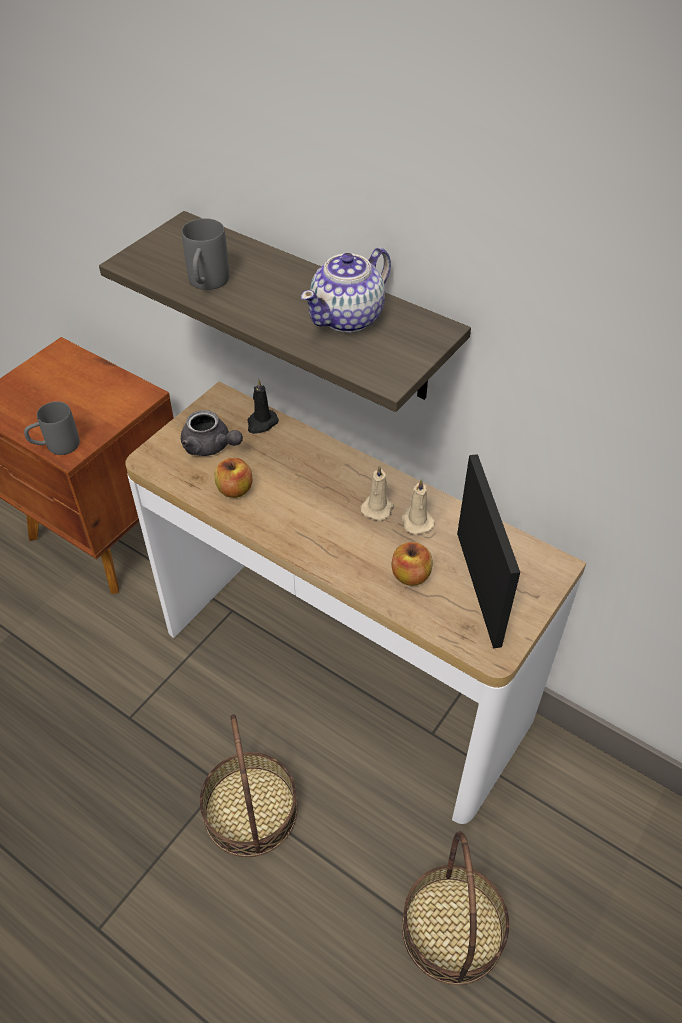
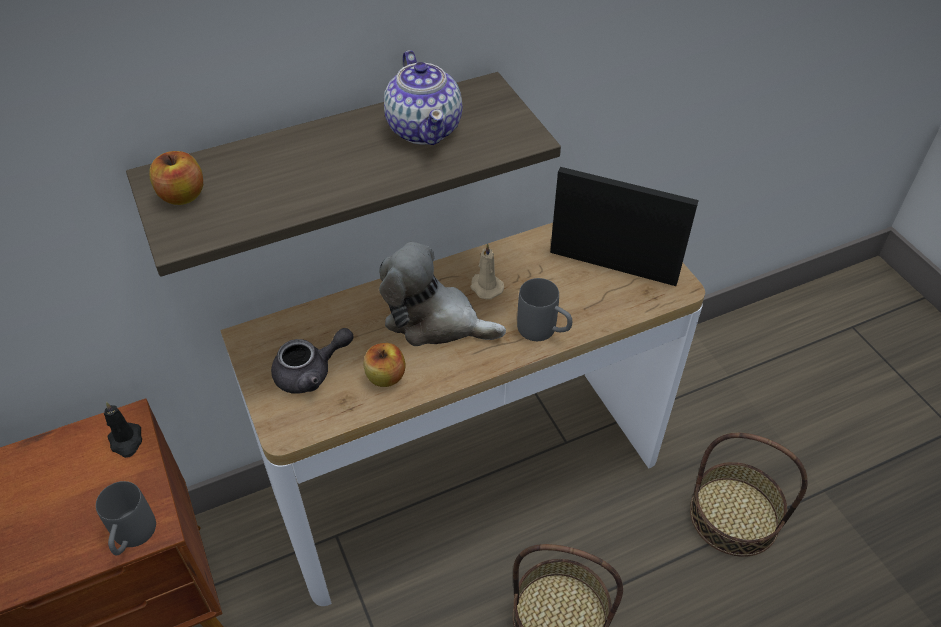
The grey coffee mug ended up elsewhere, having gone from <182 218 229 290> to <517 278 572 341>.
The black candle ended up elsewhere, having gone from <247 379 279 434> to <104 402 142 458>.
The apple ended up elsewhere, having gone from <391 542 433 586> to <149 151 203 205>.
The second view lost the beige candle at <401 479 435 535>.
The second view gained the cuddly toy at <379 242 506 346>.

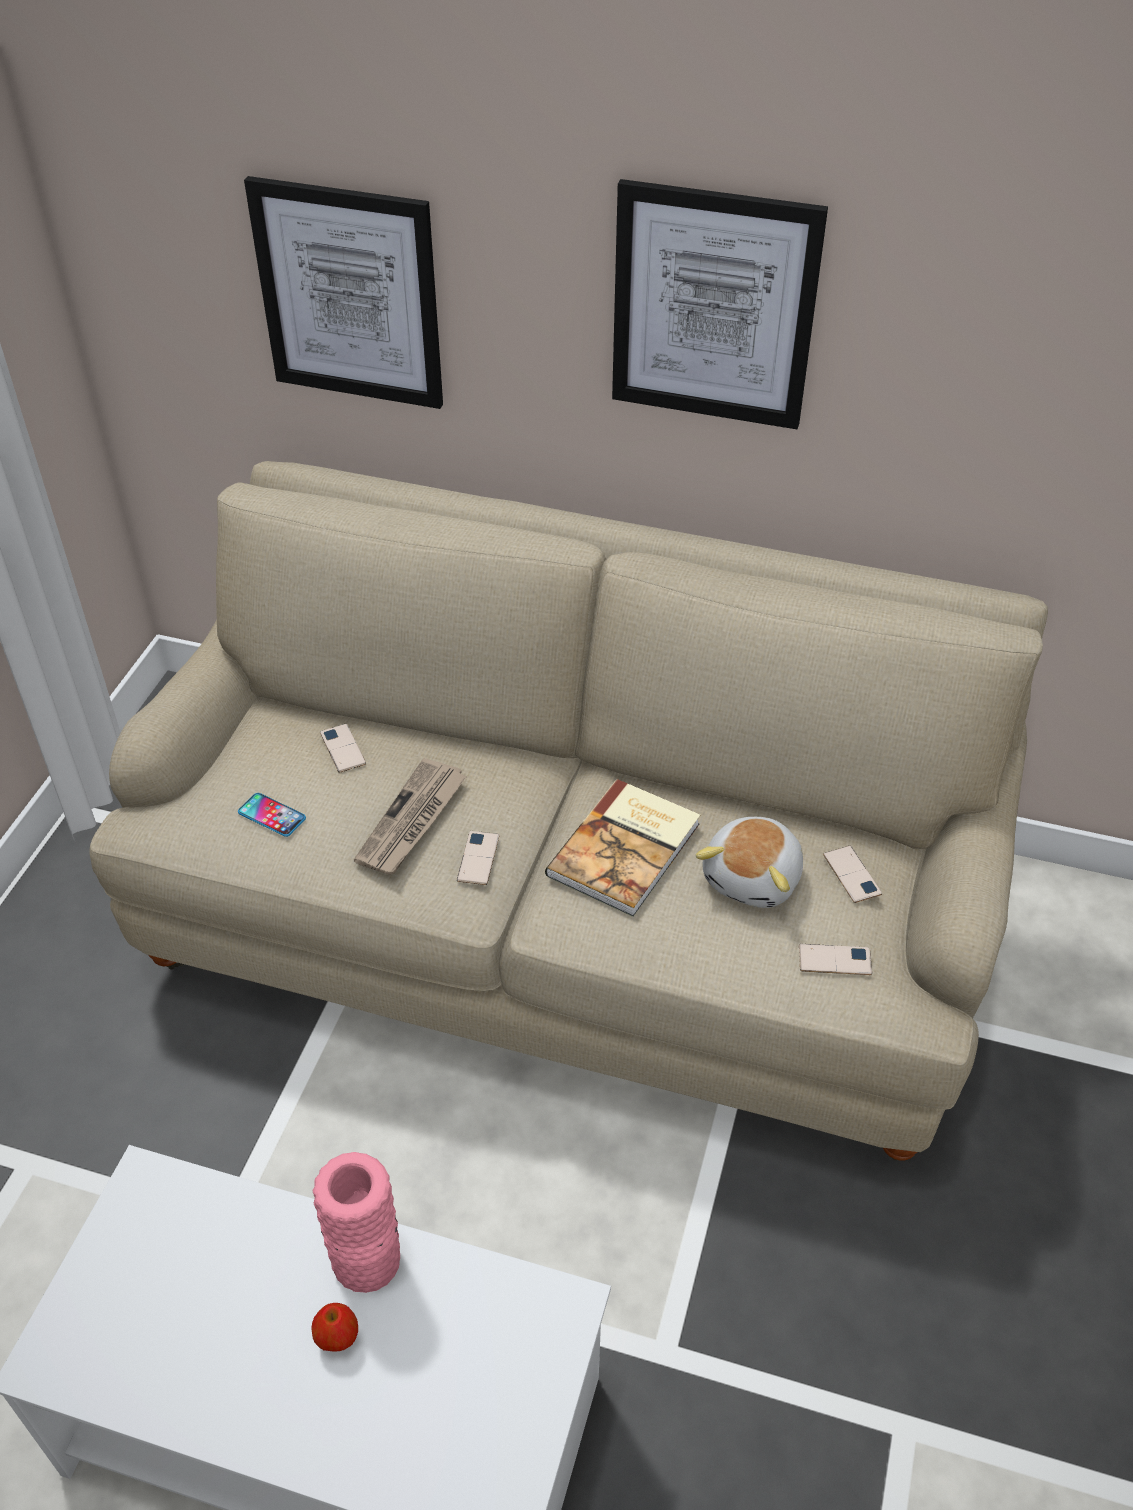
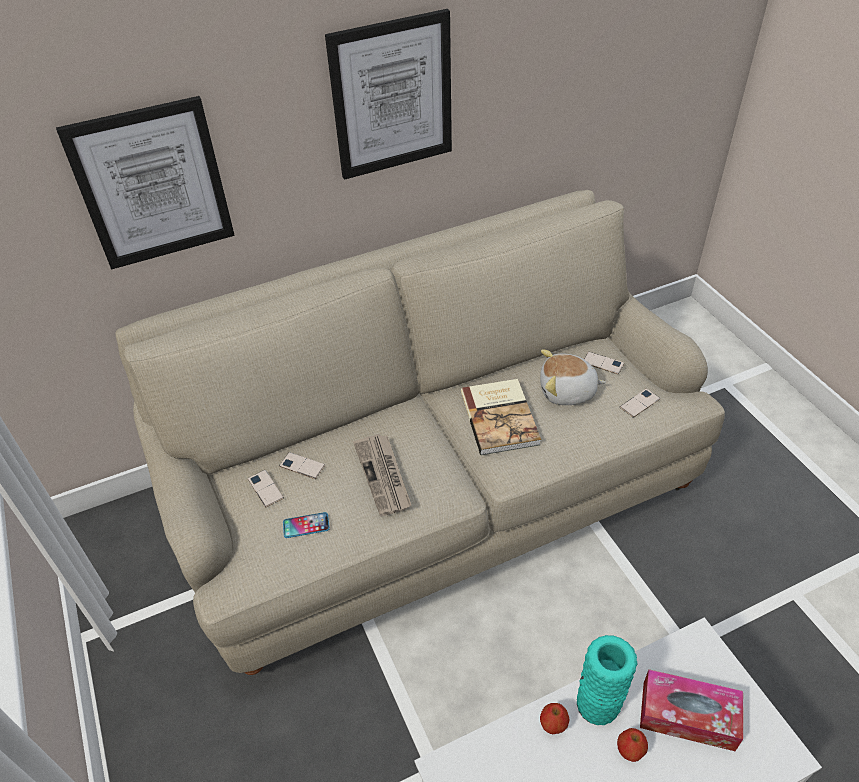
What was the pink-coloured flower vase at <313 1152 400 1293> turned into the blue-green flower vase at <577 635 638 725>.
The telephone ended up elsewhere, having gone from <457 831 499 885> to <248 470 284 507>.
The cuddly toy at <696 817 803 908> ended up facing another way, 105 degrees clockwise from before.
The second view gained the apple at <540 703 569 734>.
The second view gained the tissue box at <640 669 743 751>.

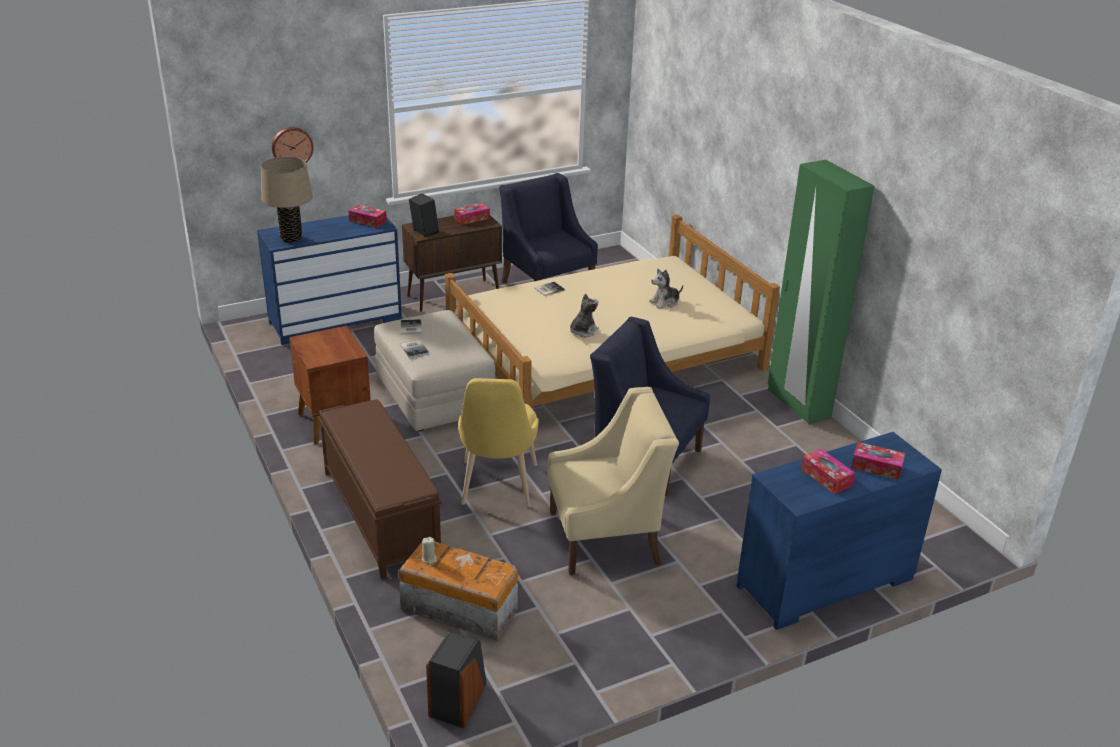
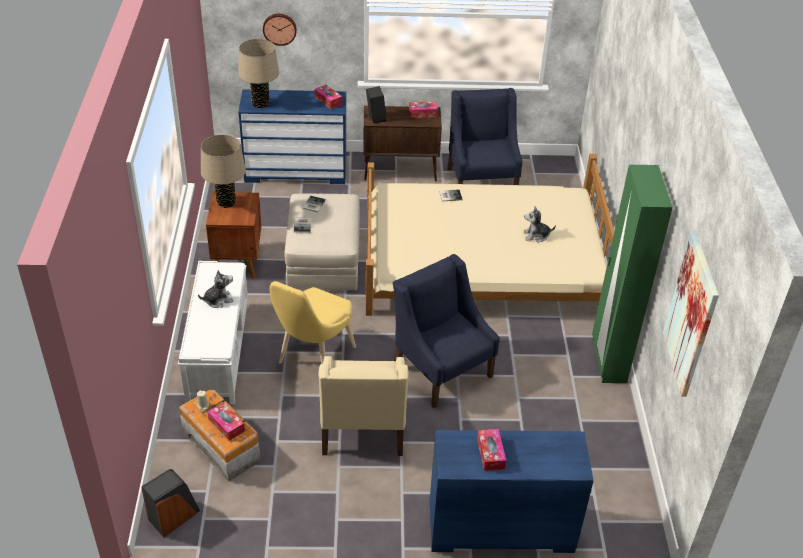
What was the brown long seat at <318 399 442 579> turned into the whitish long seat at <178 261 249 404>.
The beige lounge chair at <548 387 679 575> ended up facing another way, 75 degrees clockwise from before.
The cuddly toy ended up elsewhere, having gone from <570 293 599 337> to <198 270 234 308>.
The tissue box ended up elsewhere, having gone from <851 442 905 480> to <207 403 245 441>.
The second view gained the beige table lamp at <201 135 246 208>.
The second view gained the wall art at <663 232 719 397>.

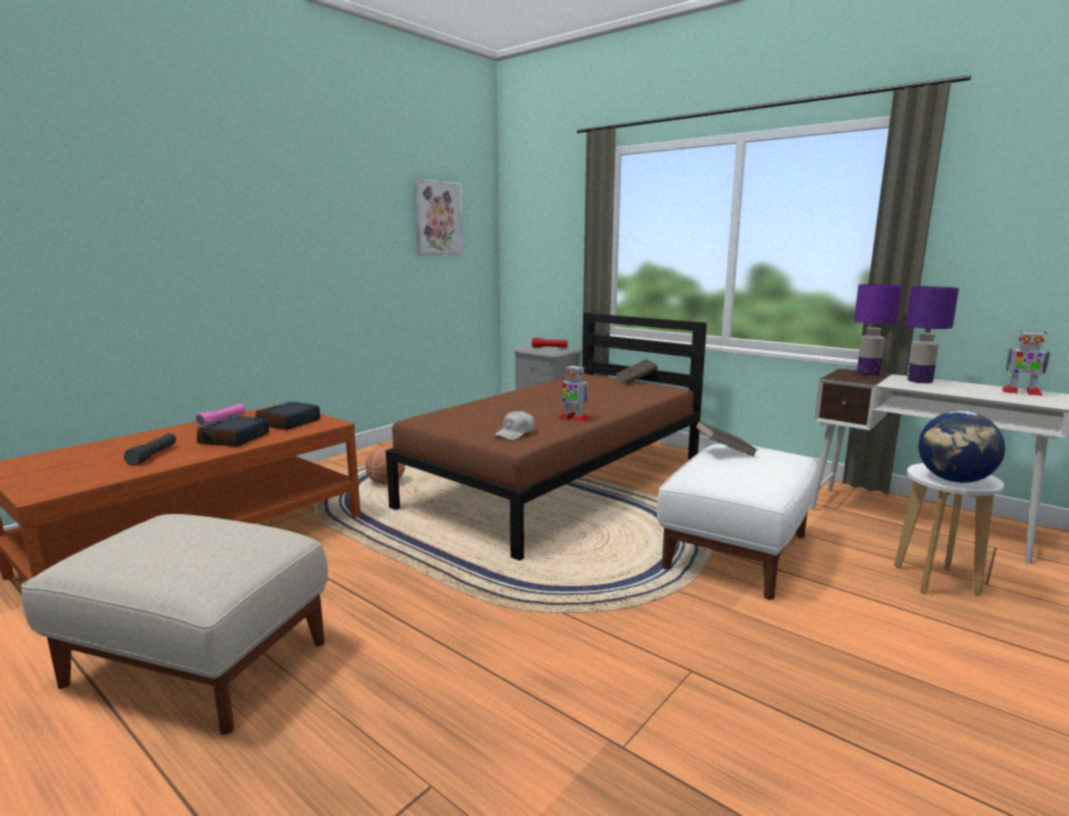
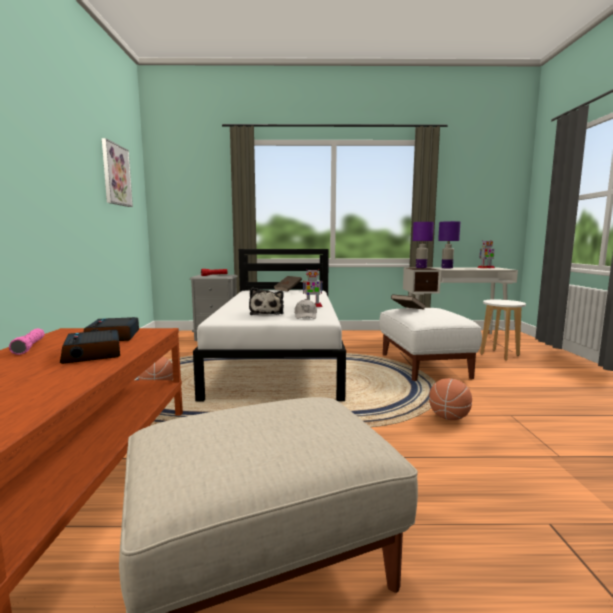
The second view lost the black torch at <124 433 176 465>.
What was the brown sleeping bed at <386 313 707 561> turned into the whitish sleeping bed at <193 249 346 402>.
The second view lost the world globe at <918 411 1005 483>.
The second view gained the cuddly toy at <249 287 284 315>.
The second view gained the ball for basketball at <429 378 472 420>.

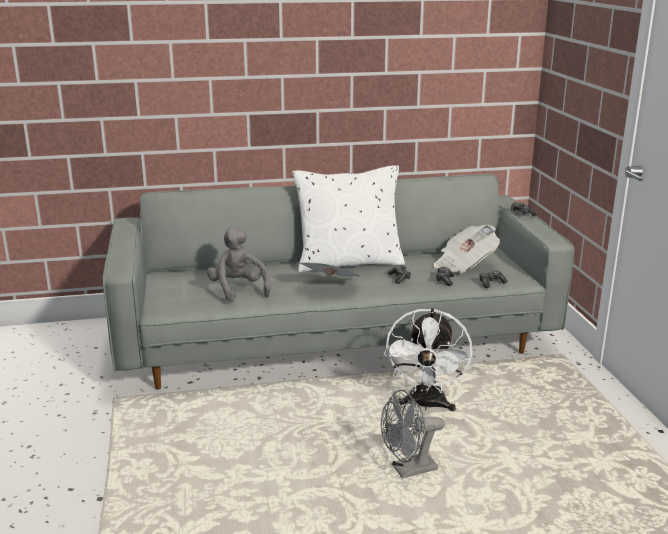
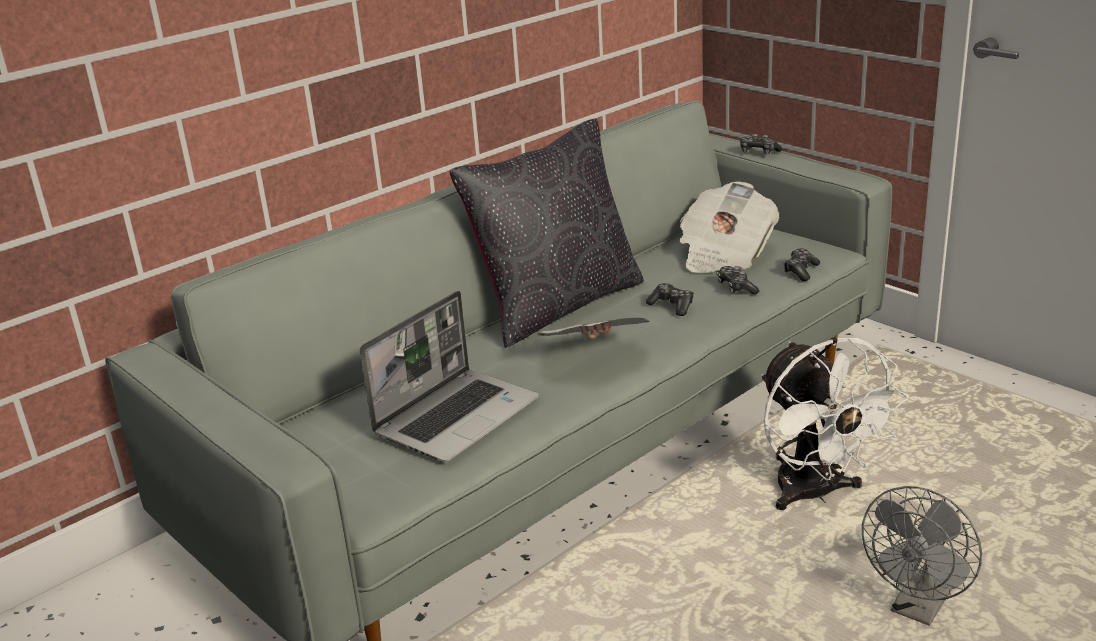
Where the grey cuddly toy stood at <207 227 270 302>, the notebook computer came to stand at <360 291 539 462>.
What was the whitish pillow at <292 165 405 272> turned into the black pillow at <450 119 644 348>.

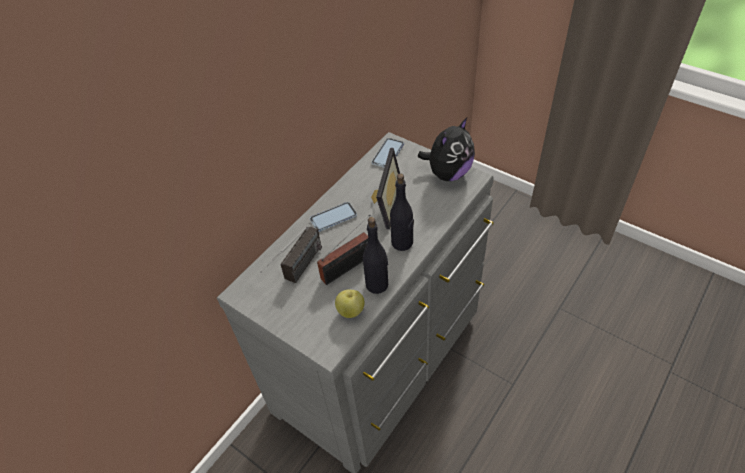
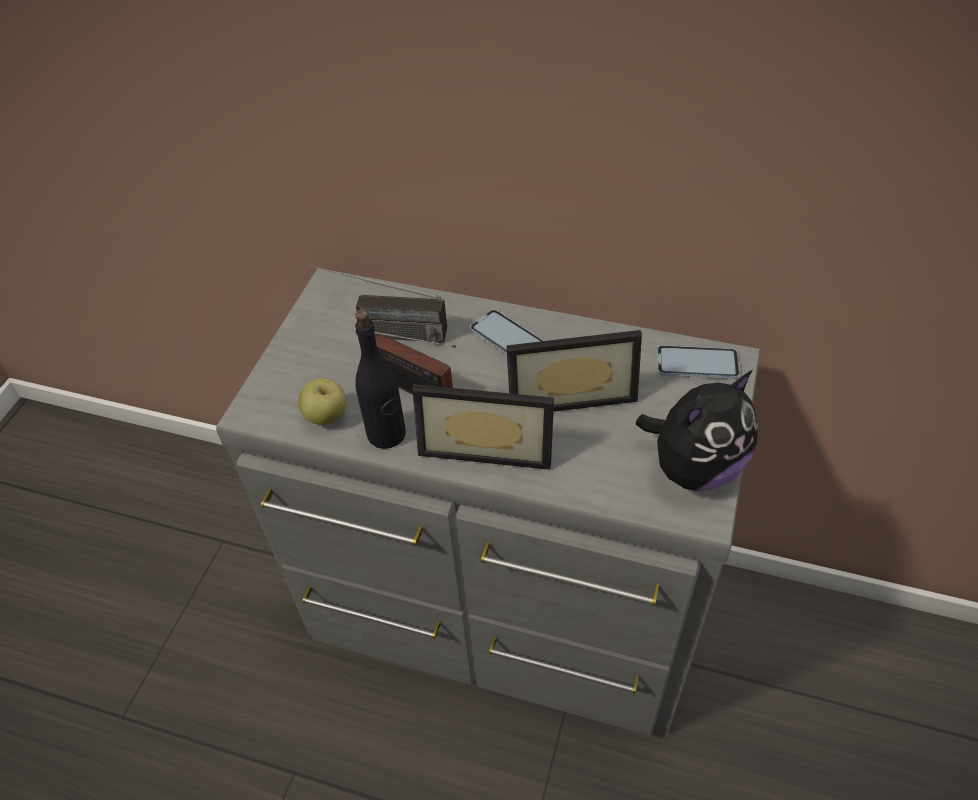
Where the black drink bottle stood at <390 173 414 251>, the photo frame came to stand at <412 384 554 470>.
The cuddly toy at <418 118 475 181> ended up facing another way, 60 degrees counterclockwise from before.

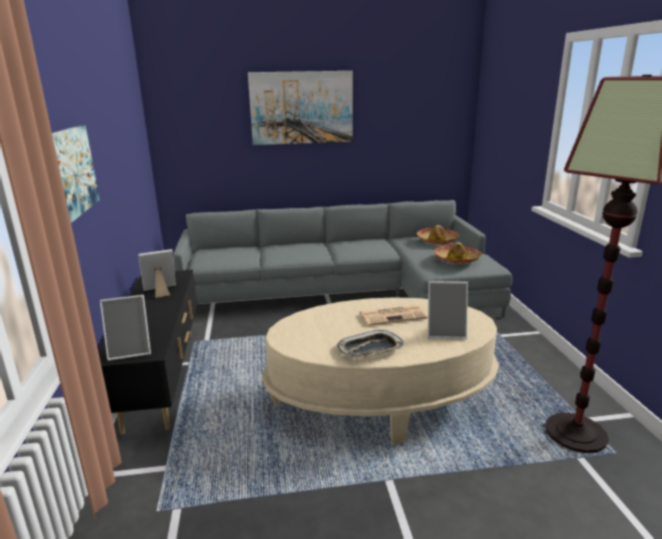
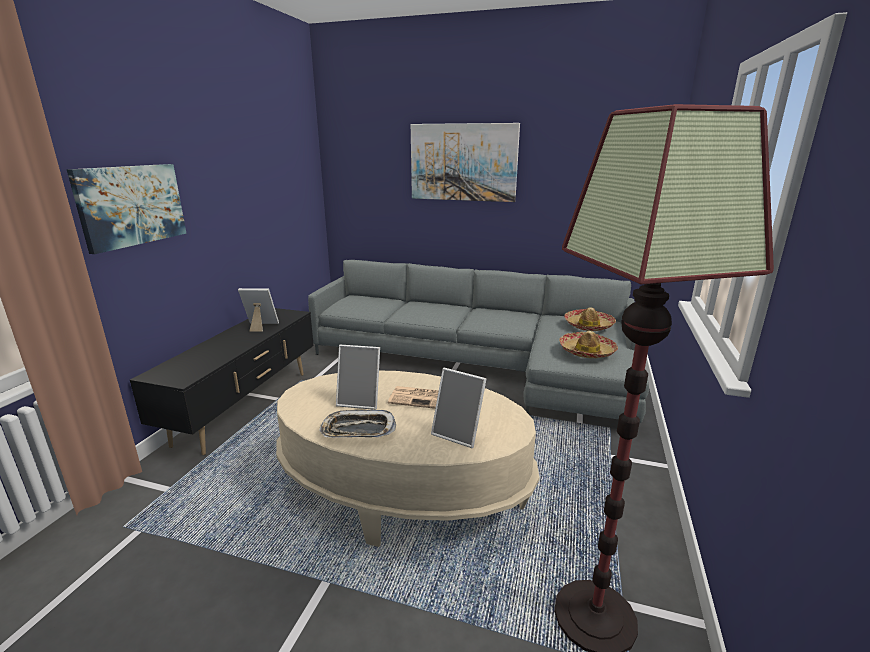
The photo frame ended up elsewhere, having gone from <100 295 151 361> to <336 345 380 410>.

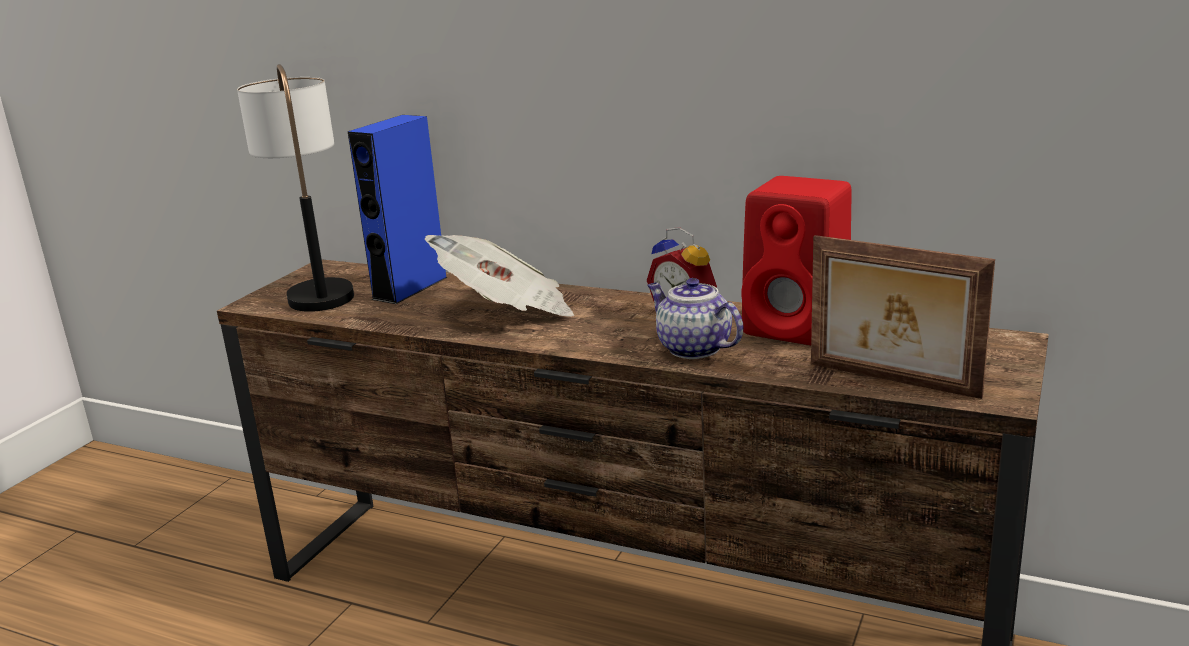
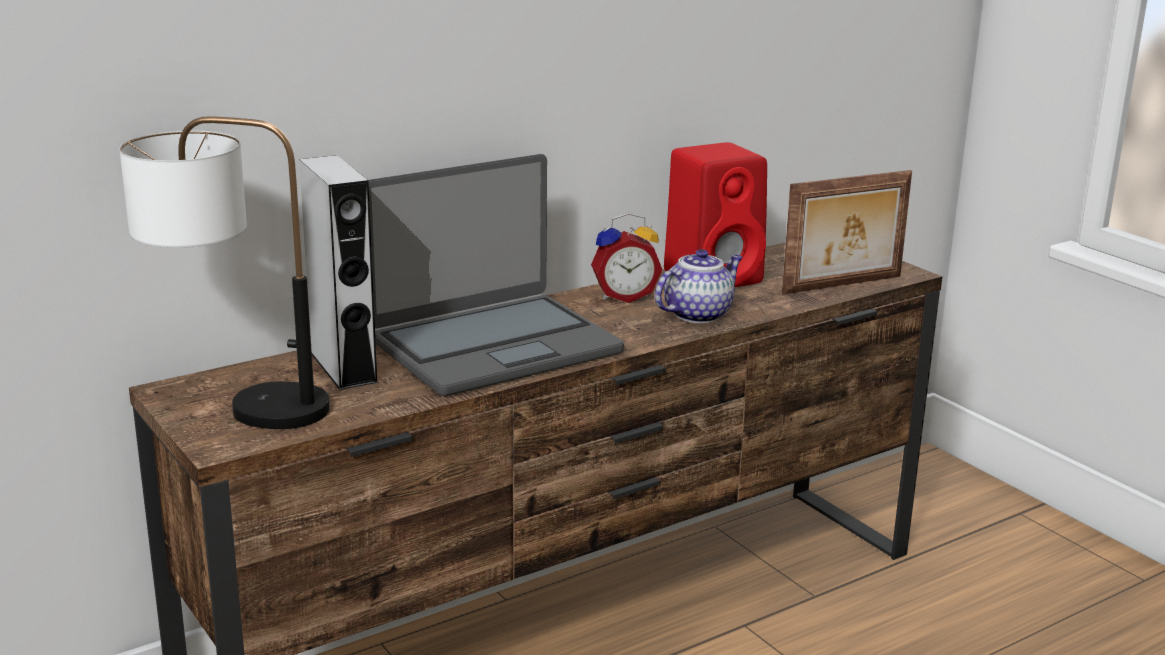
What was the blue speaker at <348 115 448 304> turned into the grey speaker at <299 155 379 390>.
Where the printed paper stood at <425 235 575 317>, the notebook computer came to stand at <368 154 624 396>.
The pot for tea at <647 278 743 359> ended up facing another way, 150 degrees clockwise from before.

